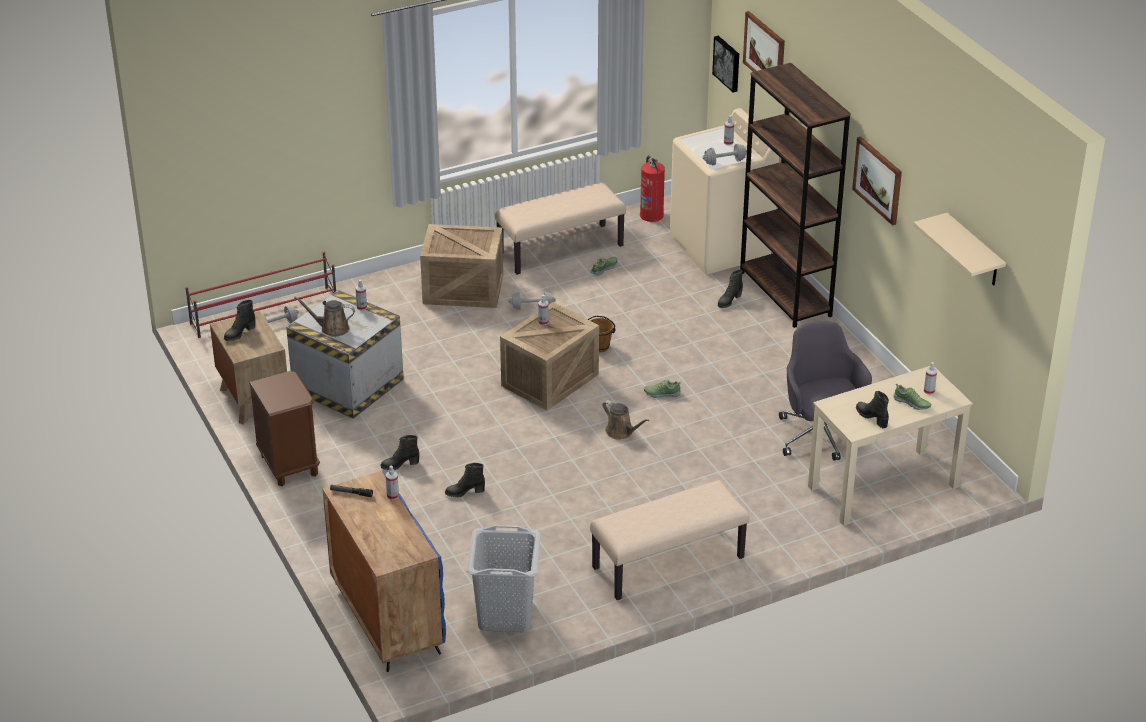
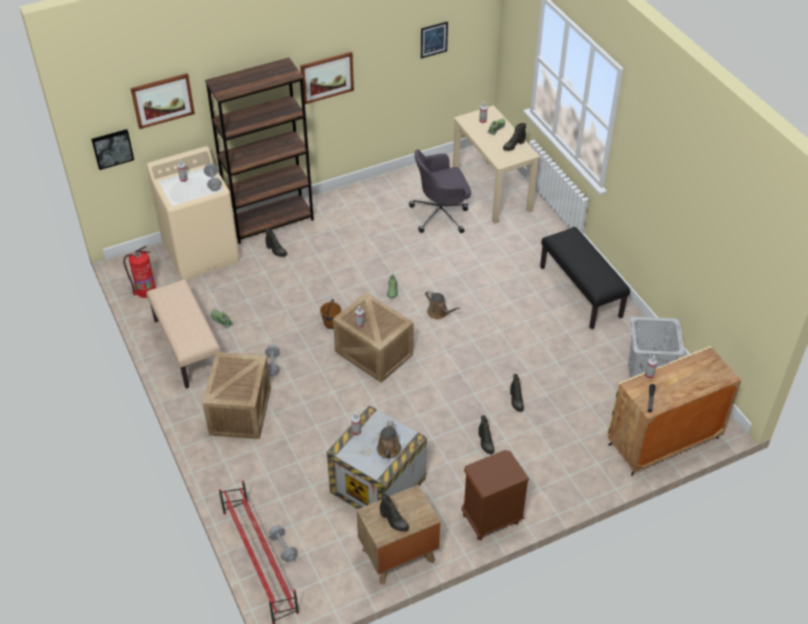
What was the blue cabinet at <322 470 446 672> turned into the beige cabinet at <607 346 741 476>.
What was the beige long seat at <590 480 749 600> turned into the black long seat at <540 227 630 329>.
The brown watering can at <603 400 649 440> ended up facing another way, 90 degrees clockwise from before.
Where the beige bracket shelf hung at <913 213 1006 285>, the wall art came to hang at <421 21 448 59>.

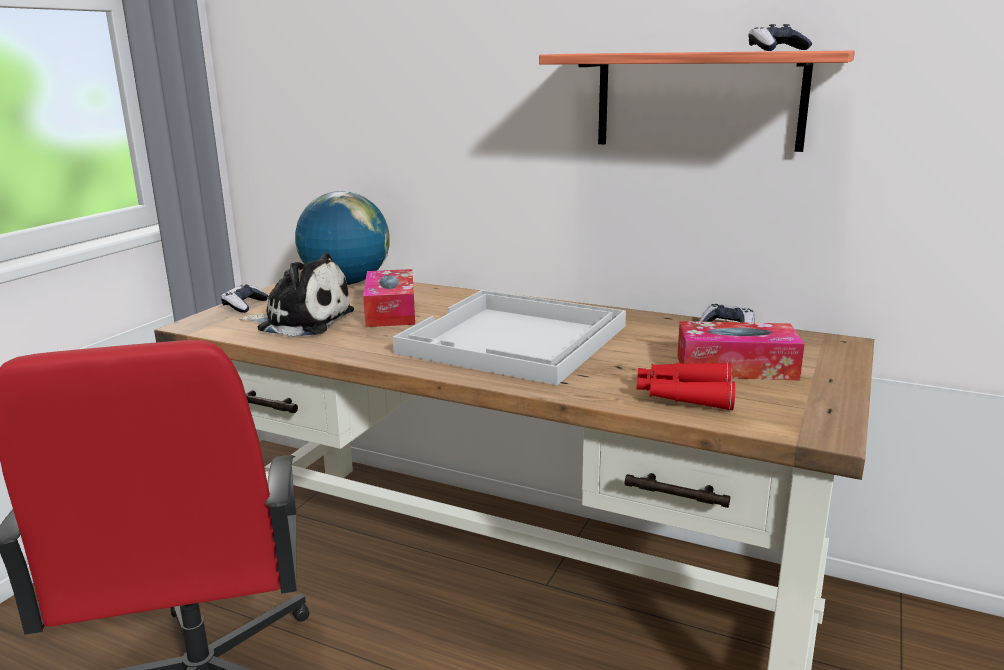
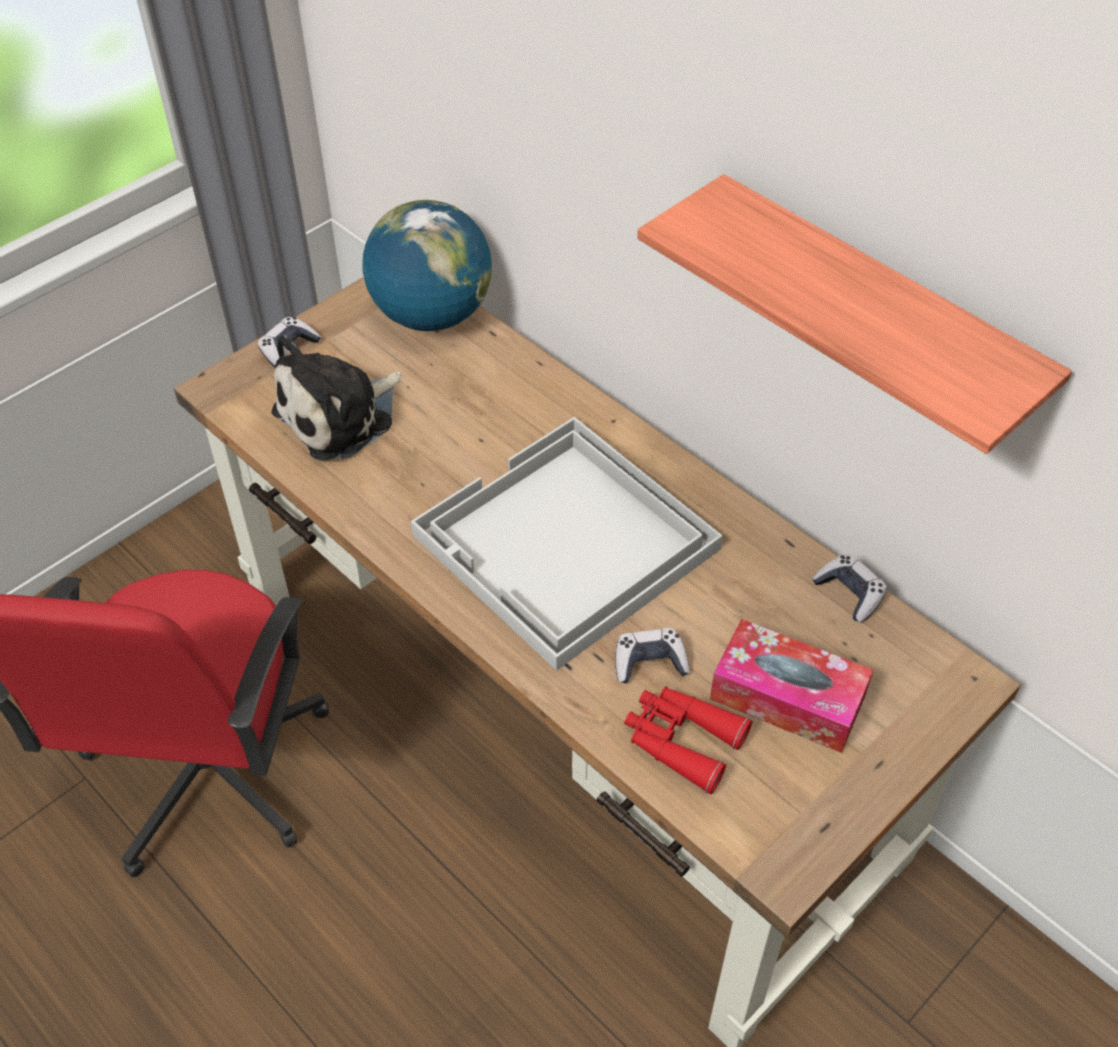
The cuddly toy at <240 253 354 337> ended up facing another way, 105 degrees clockwise from before.
The second view lost the tissue box at <363 269 415 327>.
The game controller ended up elsewhere, having gone from <748 24 812 51> to <615 628 690 684>.

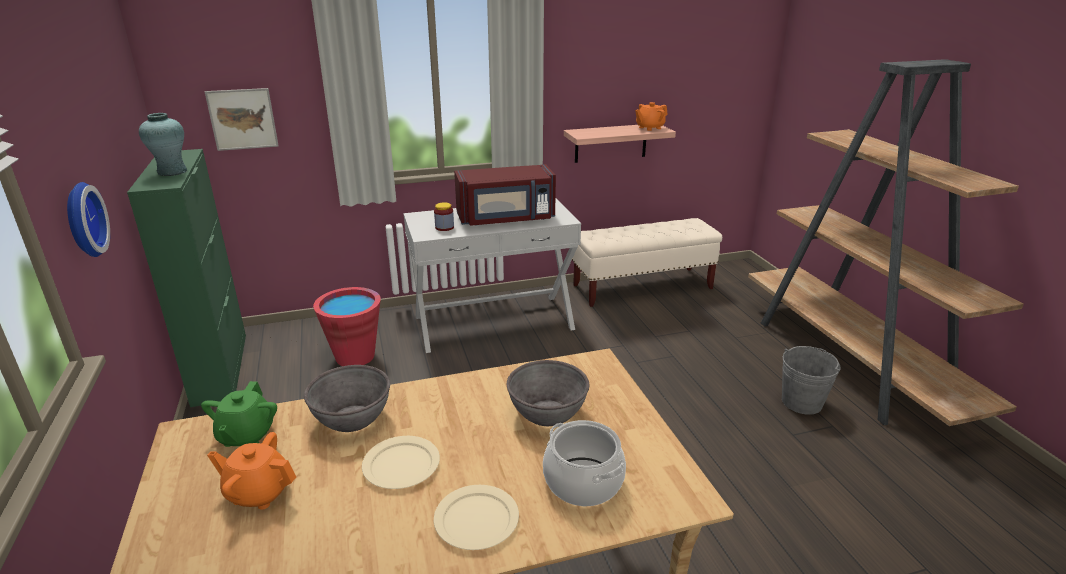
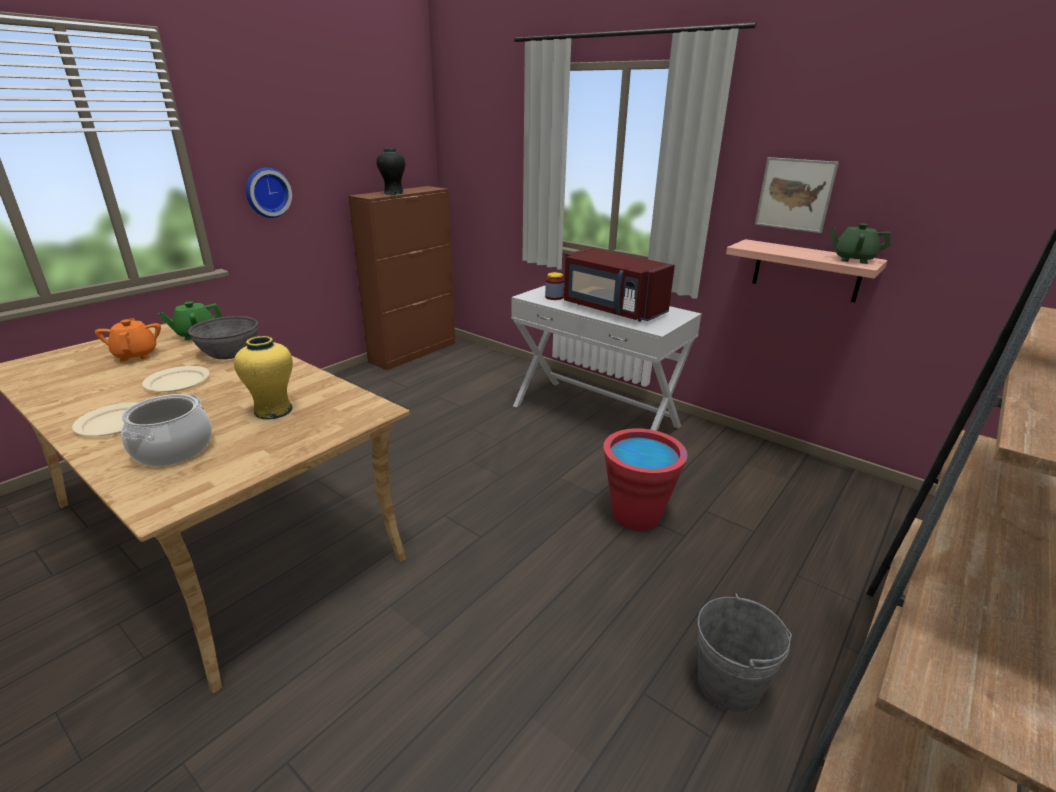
What was the greenish cabinet at <127 149 246 407> turned into the brown cabinet at <348 186 455 370>.
What was the blue-green flower vase at <139 113 187 176> turned into the black flower vase at <376 148 405 195>.
The wall art ended up elsewhere, having gone from <205 88 279 151> to <755 157 839 233>.
The reddish water bucket ended up elsewhere, having gone from <313 287 381 366> to <603 428 688 531>.
Where the grey bowl stood at <507 360 589 426>, the yellow flower vase came to stand at <234 336 293 419>.
The second view lost the beige long seat at <572 218 722 307>.
What was the orange-coloured pot for tea at <635 102 668 131> turned into the greenish pot for tea at <830 223 890 264>.

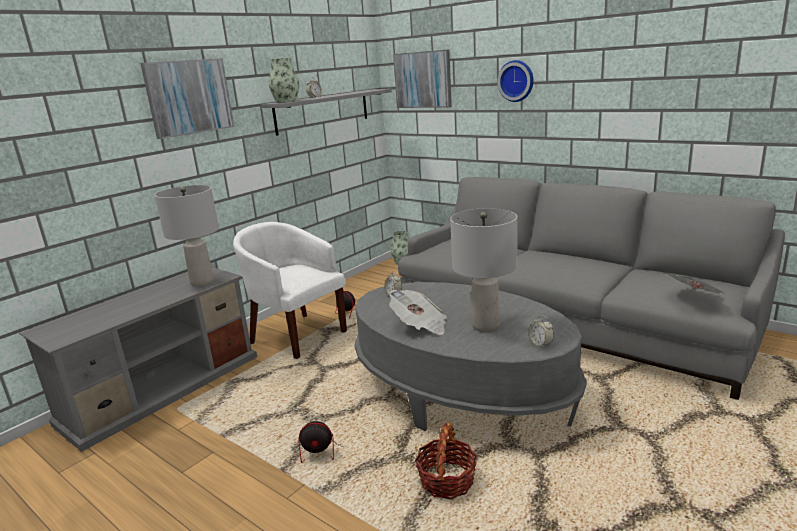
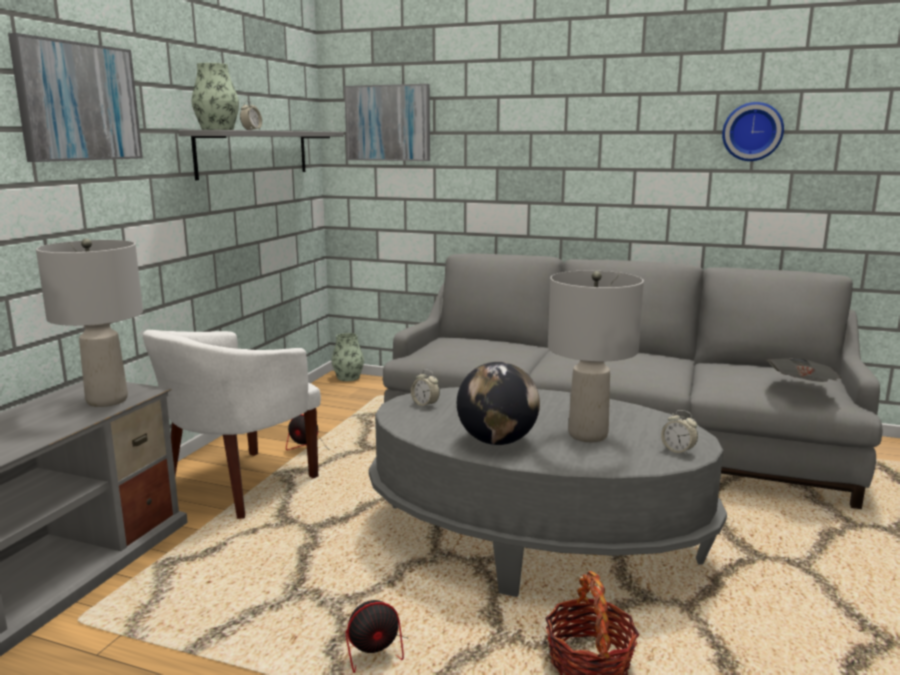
The whitish lounge chair at <233 222 347 359> ended up facing another way, 75 degrees counterclockwise from before.
Where the printed paper stood at <389 290 447 335>, the world globe came to stand at <457 362 540 445>.
The hanging clock ended up elsewhere, having gone from <497 60 534 102> to <722 102 784 161>.

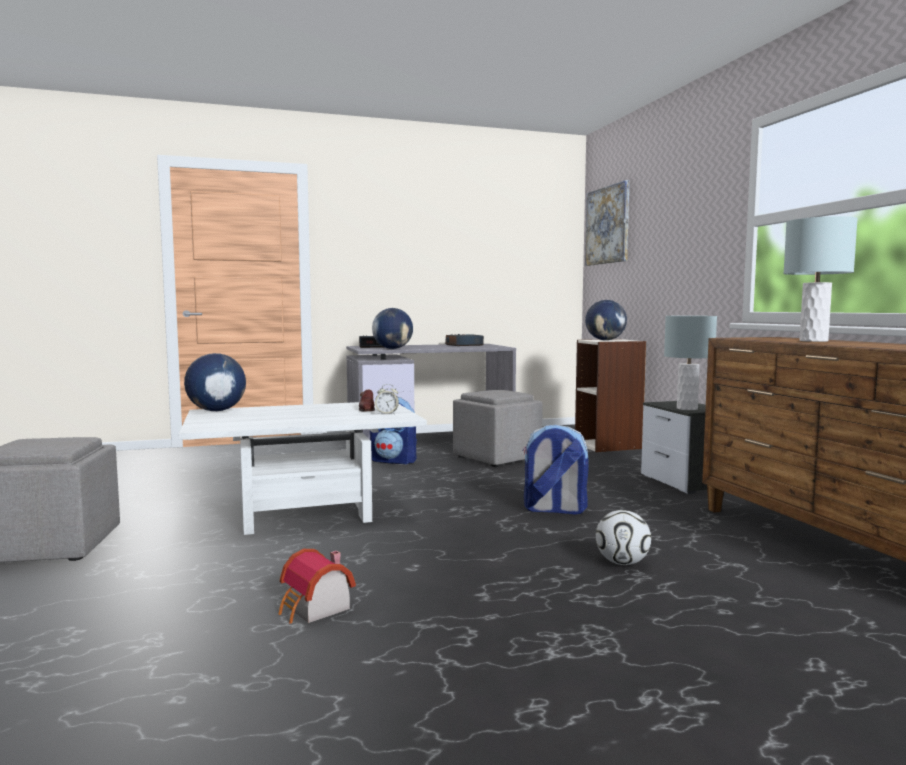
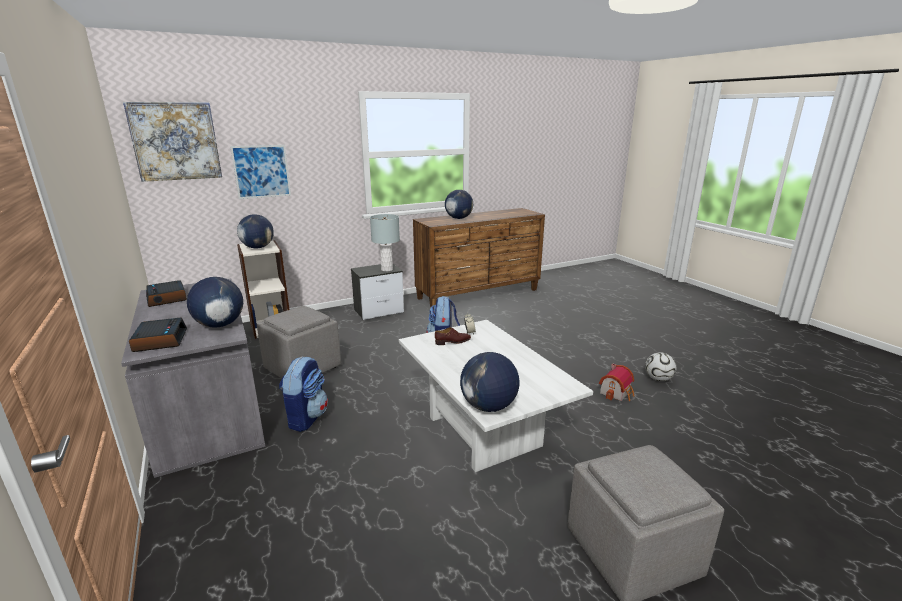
The football ball ended up elsewhere, having gone from <596 510 651 565> to <645 352 676 381>.
Where the grey table lamp stood at <783 216 858 342>, the world globe came to stand at <445 190 473 219>.
The second view gained the wall art at <230 145 291 199>.

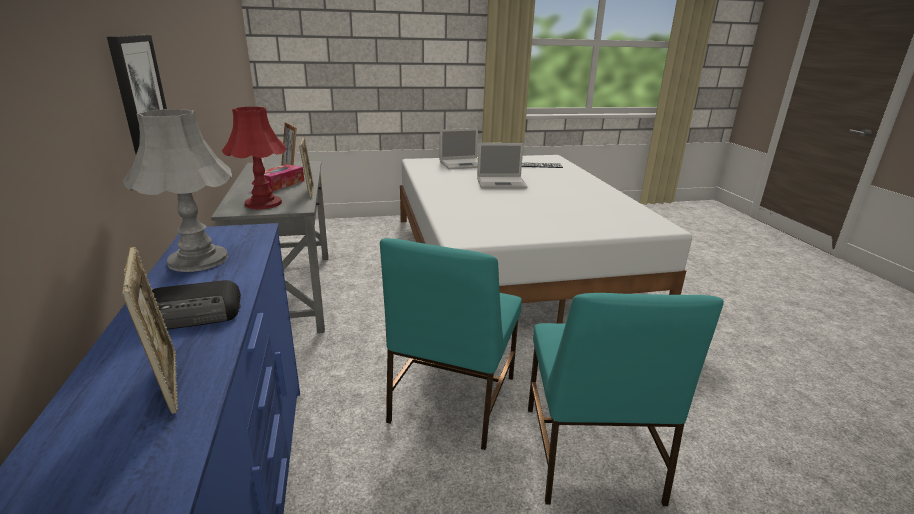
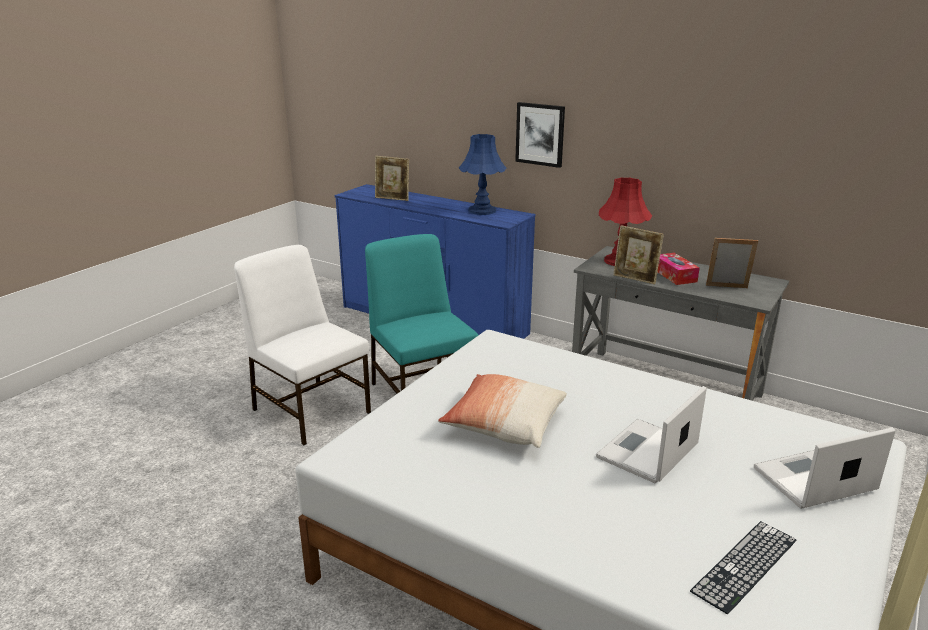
What was the grey table lamp at <123 109 232 272> turned into the blue table lamp at <459 134 506 215>.
The second view lost the radio at <152 280 241 330>.
The notebook computer at <439 128 478 169> ended up facing another way, 45 degrees clockwise from before.
What was the blue-green chair at <528 293 724 506> turned into the whitish chair at <234 245 371 445>.
The second view gained the pillow at <438 374 567 448>.

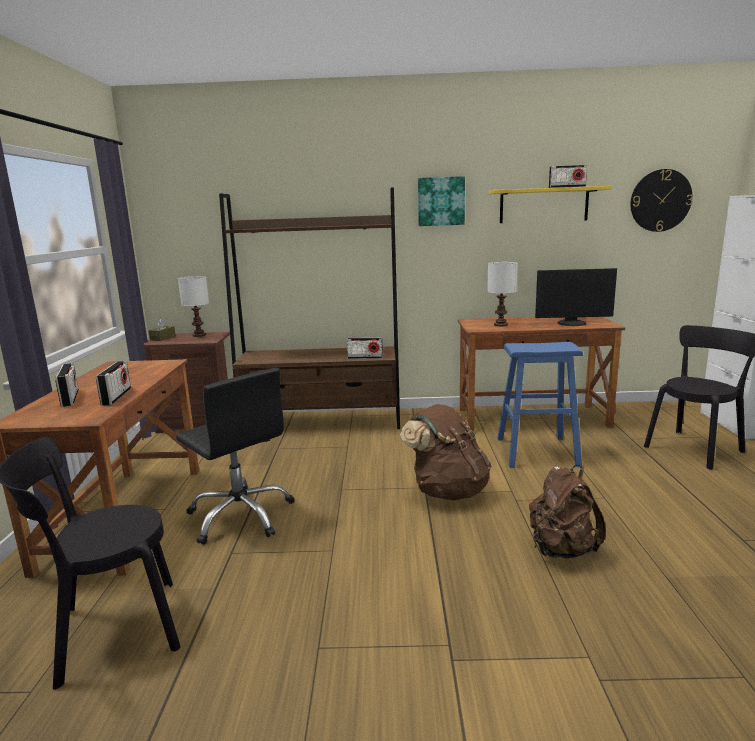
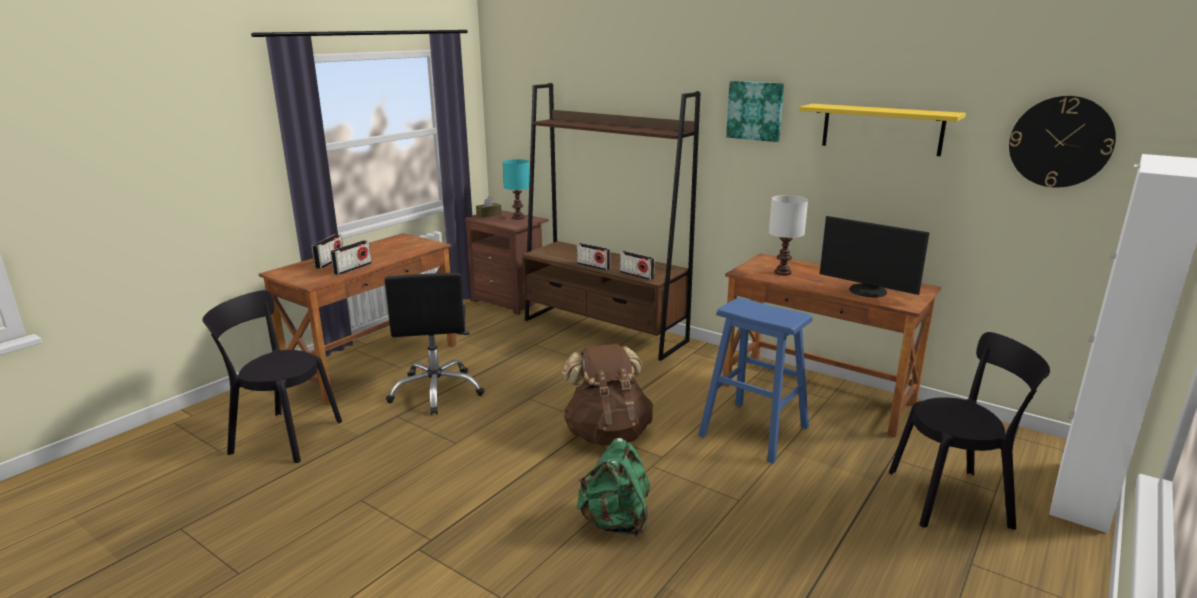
What was the whitish table lamp at <178 276 209 337> turned into the blue-green table lamp at <503 159 530 220>.
What was the brown rucksack at <529 465 606 558> turned into the greenish rucksack at <577 438 650 537>.
The radio ended up elsewhere, having gone from <549 165 587 188> to <577 243 610 271>.

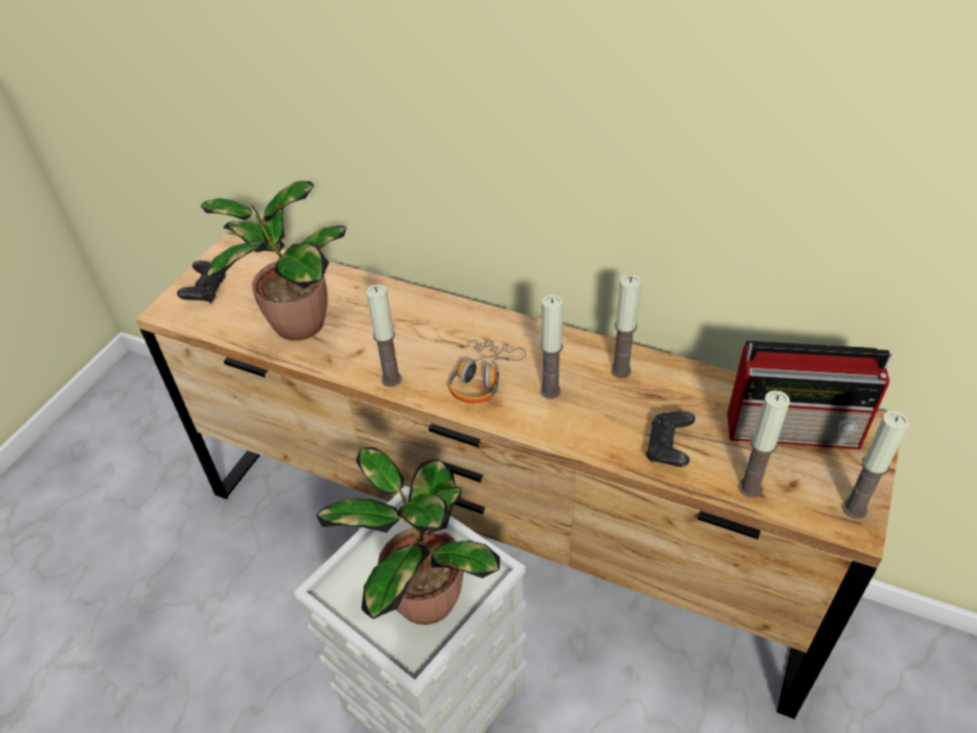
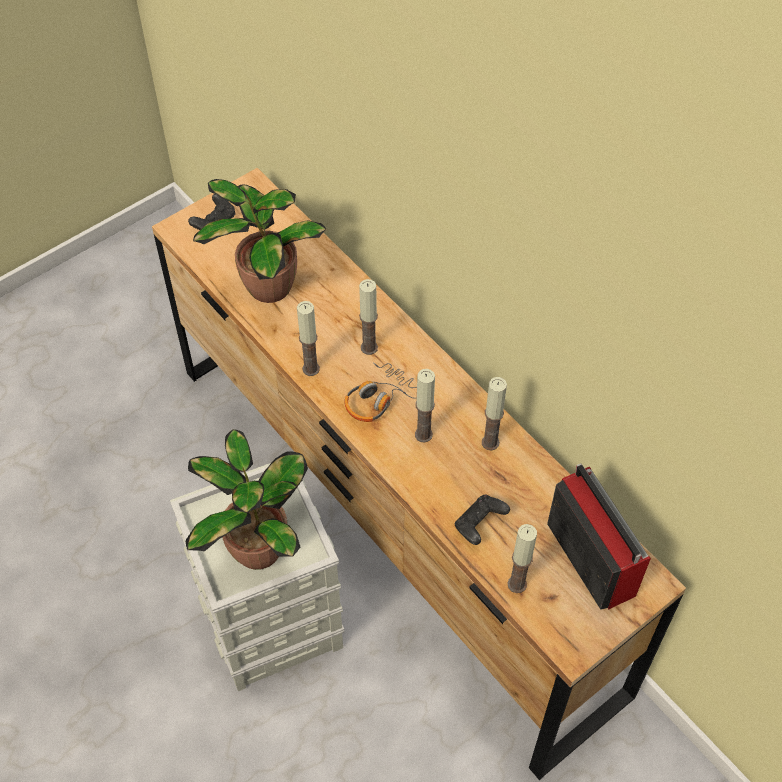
The radio at <727 341 892 449> ended up facing another way, 150 degrees counterclockwise from before.
The candle ended up elsewhere, having gone from <842 411 910 519> to <359 279 378 355>.

